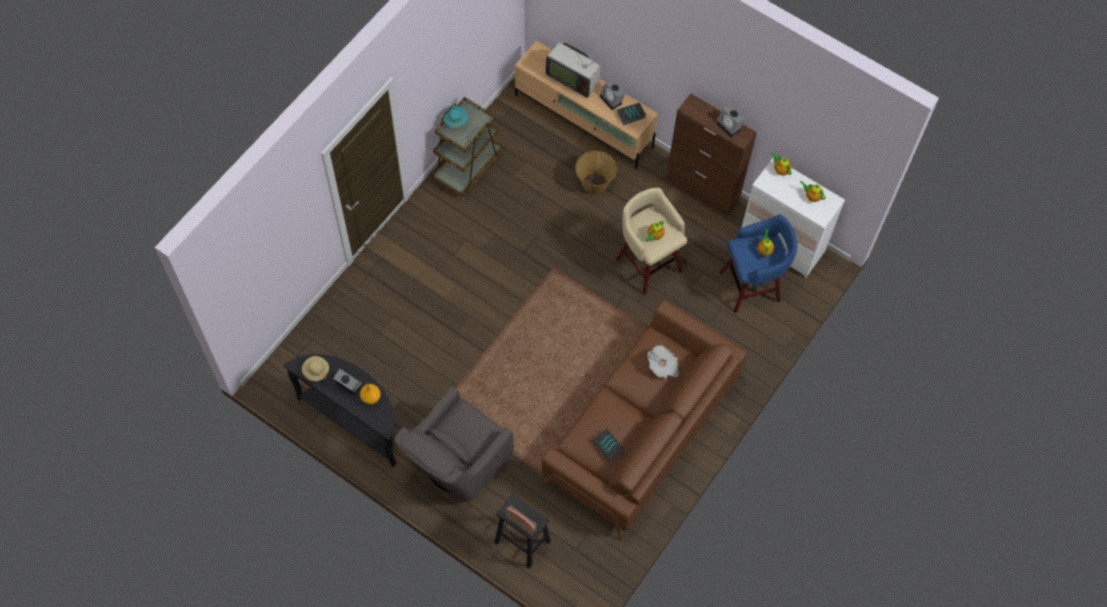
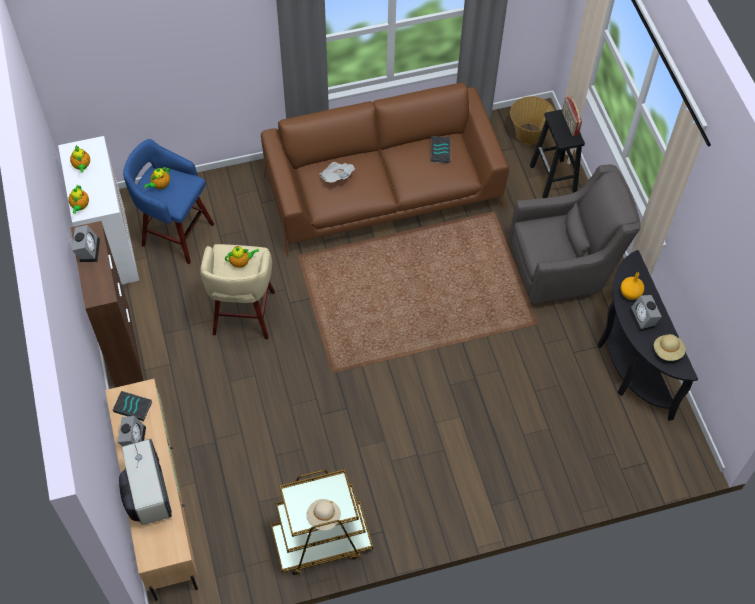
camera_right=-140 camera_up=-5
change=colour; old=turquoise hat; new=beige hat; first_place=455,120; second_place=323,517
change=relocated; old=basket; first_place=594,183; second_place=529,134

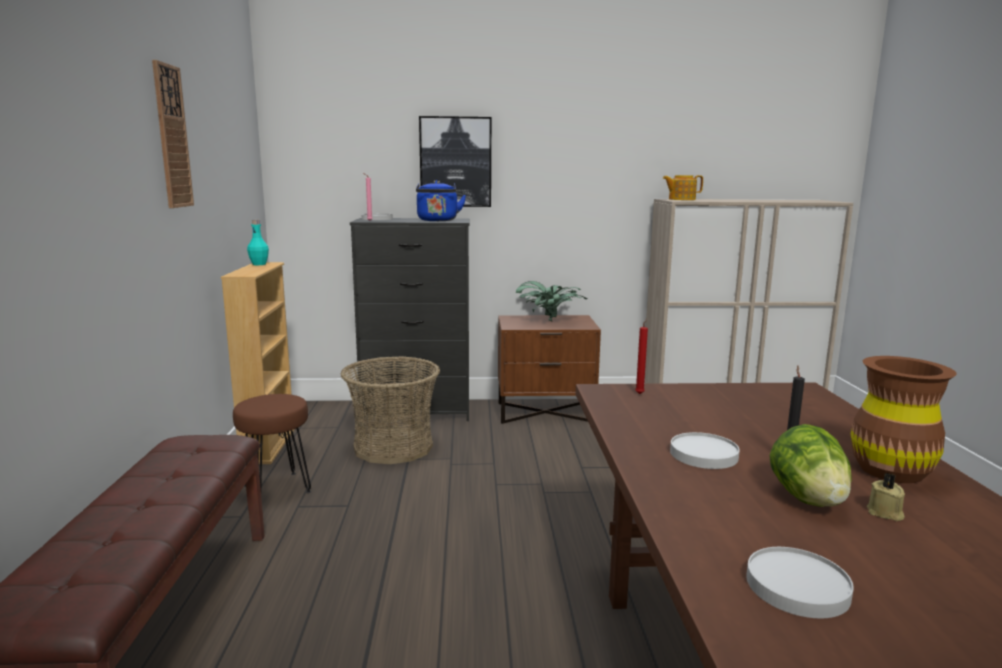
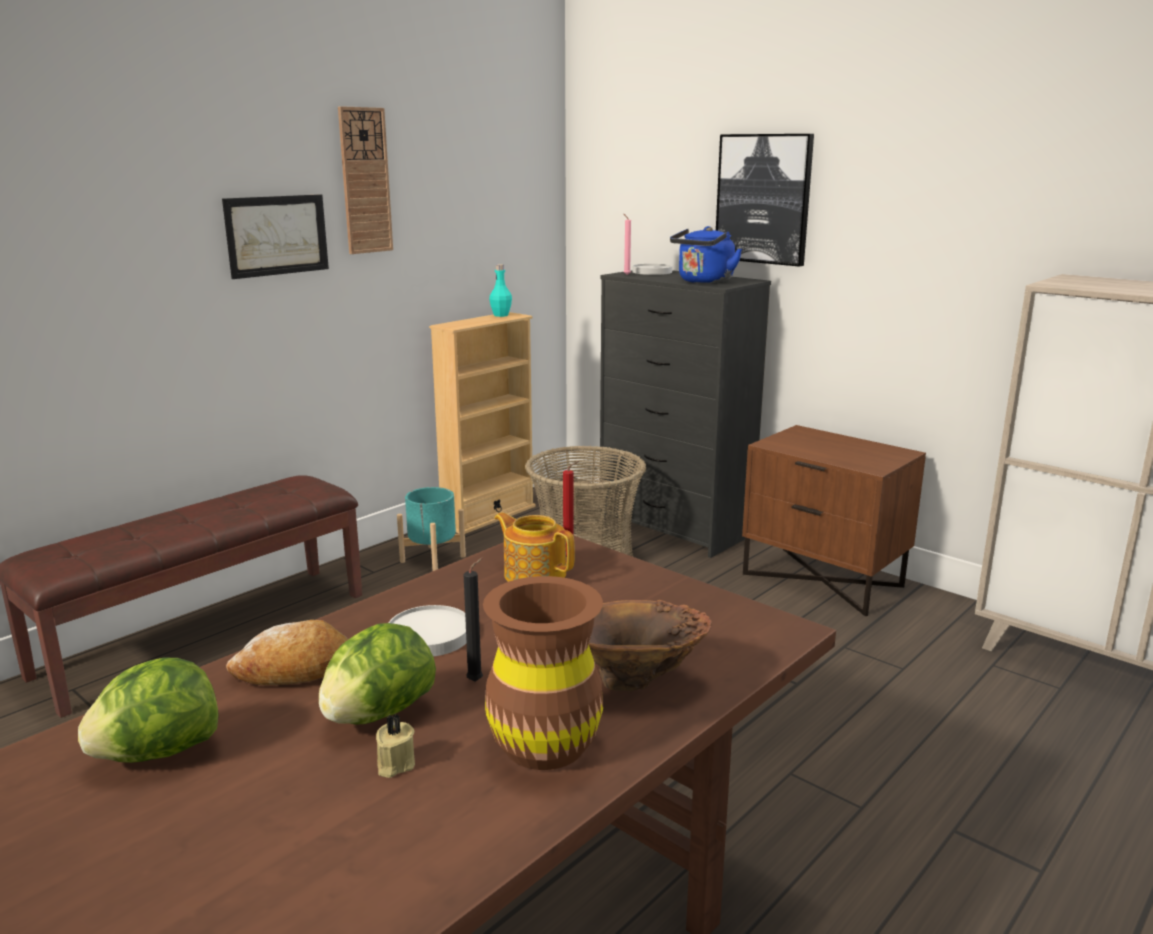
camera_right=45 camera_up=5
change=exchanged; old=white plate; new=lettuce; first_place=797,586; second_place=159,753
change=appeared; new=picture; second_place=277,235
change=appeared; new=bread; second_place=294,670
change=exchanged; old=brown stool; new=turquoise planter; first_place=277,488; second_place=432,559
change=relocated; old=teapot; first_place=681,199; second_place=534,574
change=appeared; new=brown vase; second_place=638,683
change=missing; old=potted plant; first_place=549,321

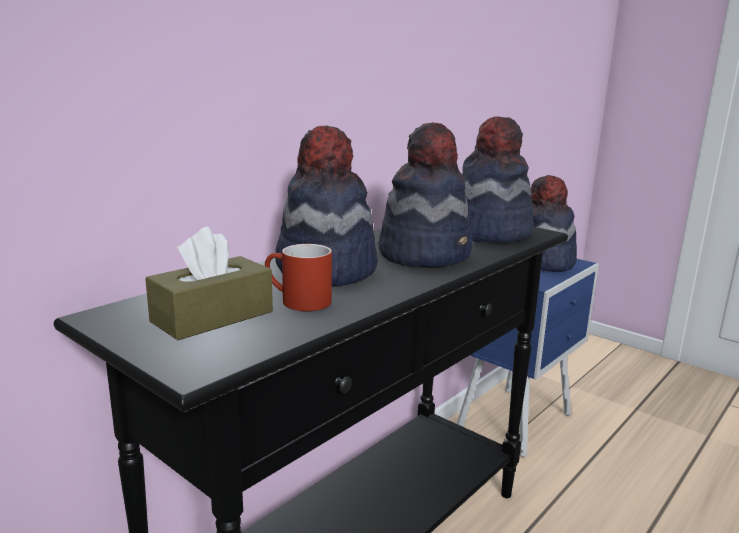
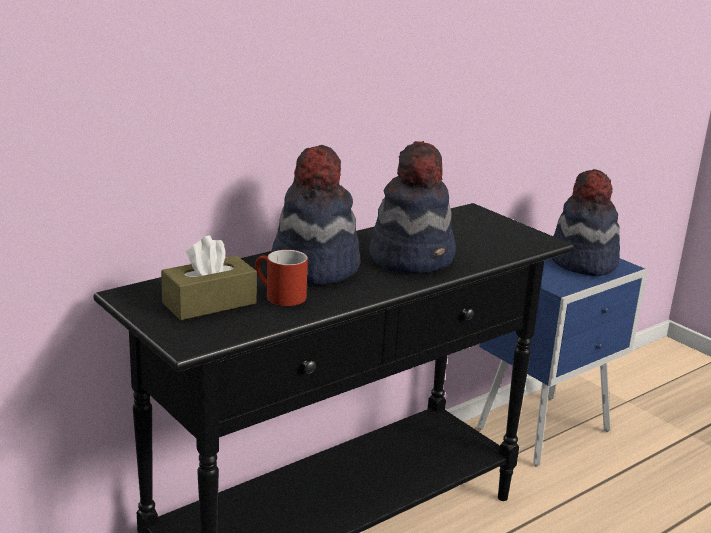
camera_right=10 camera_up=5
change=missing; old=hat; first_place=488,232

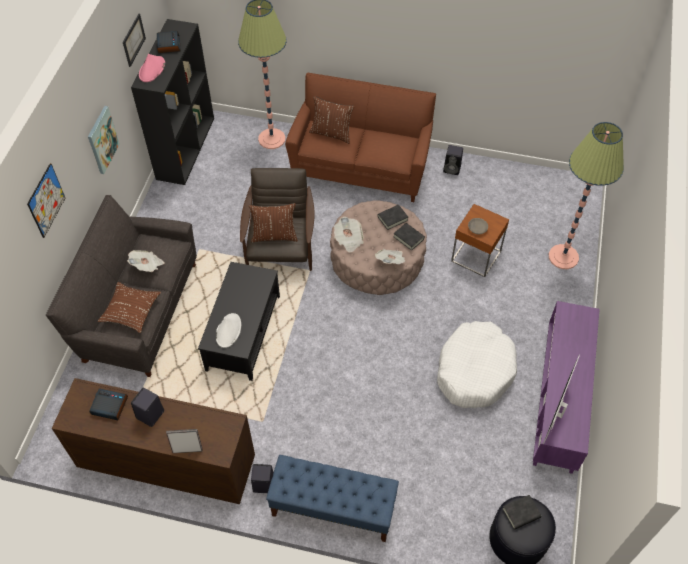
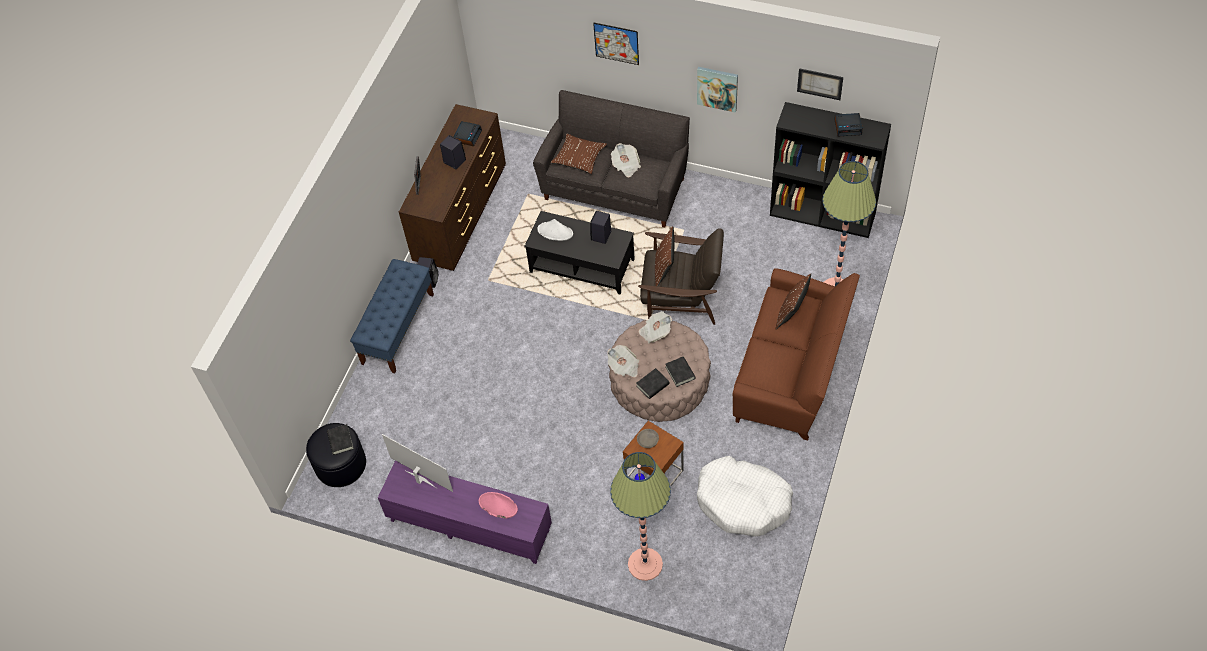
camera_right=100 camera_up=0
change=relocated; old=pink hat; first_place=152,70; second_place=497,505
change=relocated; old=black speaker; first_place=452,169; second_place=601,236
change=relocated; old=white dog bed; first_place=474,370; second_place=743,502

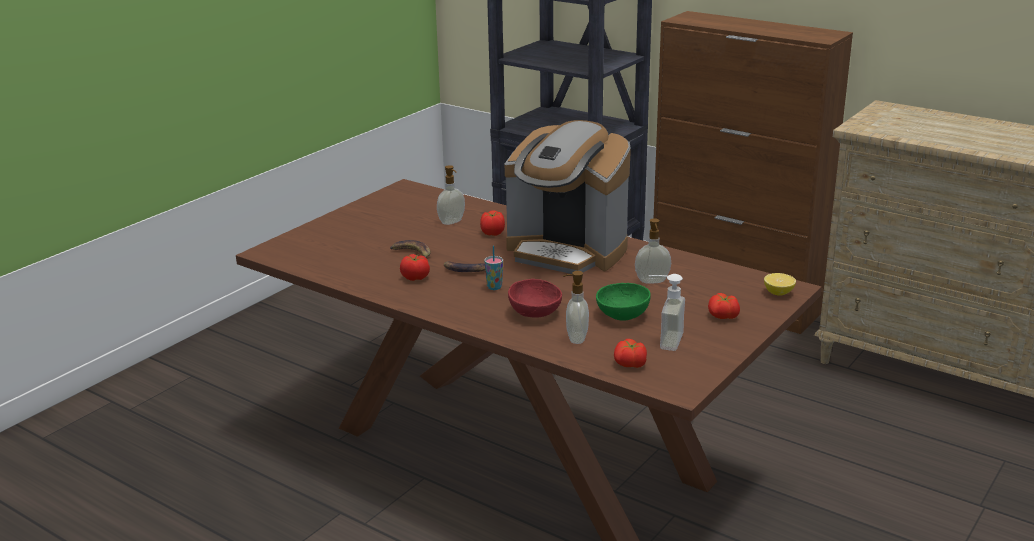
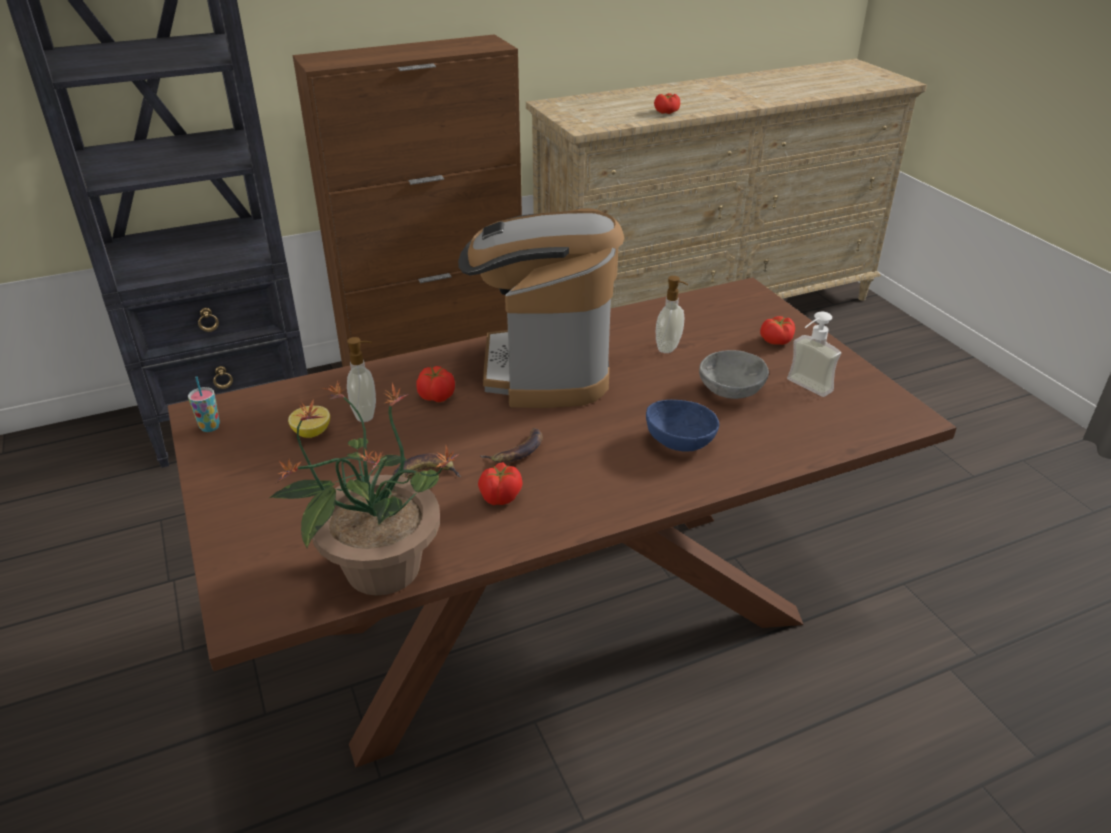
camera_right=-60 camera_up=10
change=relocated; old=cup; first_place=494,287; second_place=210,427
change=appeared; new=potted plant; second_place=380,568
change=relocated; old=lemon; first_place=778,293; second_place=312,432
change=spun; old=coffee machine; first_place=567,251; second_place=545,368; degrees=120
change=colour; old=red bowl; new=blue bowl; first_place=536,312; second_place=680,441
change=relocated; old=tomato; first_place=630,364; second_place=667,112
change=colour; old=green bowl; new=grey bowl; first_place=621,315; second_place=731,391
change=missing; old=soap dispenser; first_place=575,338

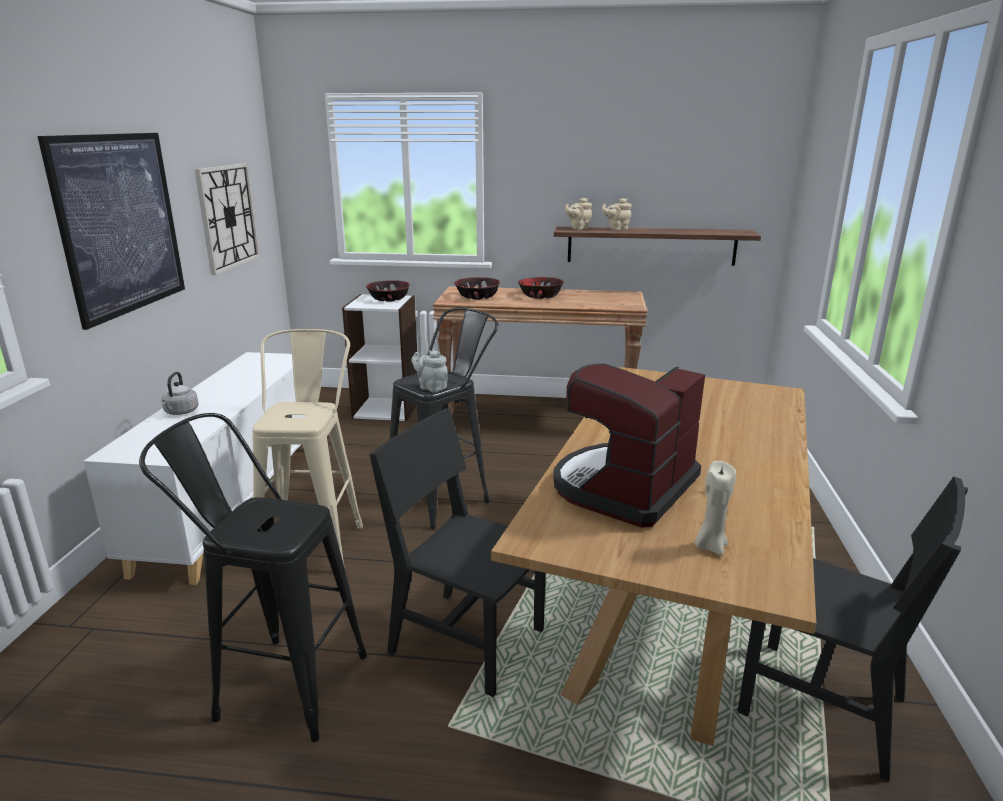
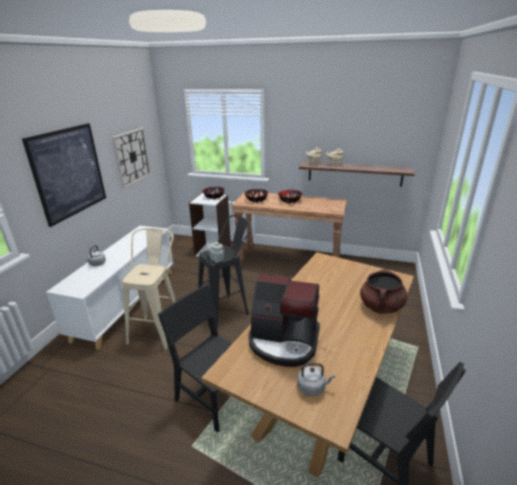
camera_right=10 camera_up=5
change=spun; old=coffee machine; first_place=624,488; second_place=284,341; degrees=-120
change=exchanged; old=beige candle; new=grey kettle; first_place=710,546; second_place=312,388
change=appeared; new=brown cooking pot; second_place=381,307
change=missing; old=black stool; first_place=278,683

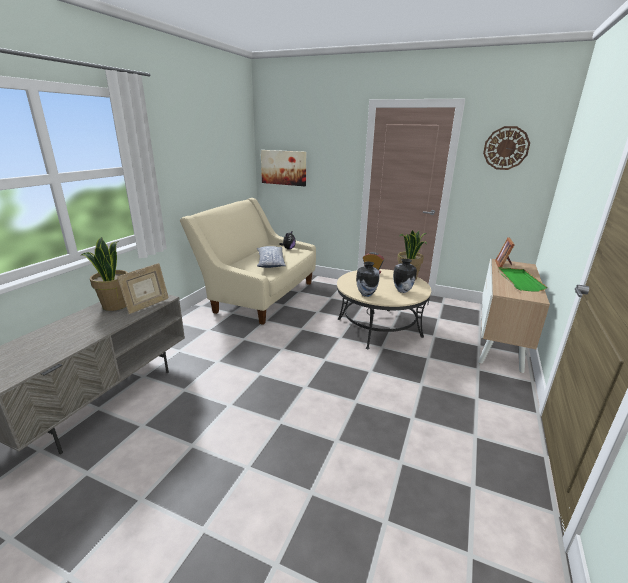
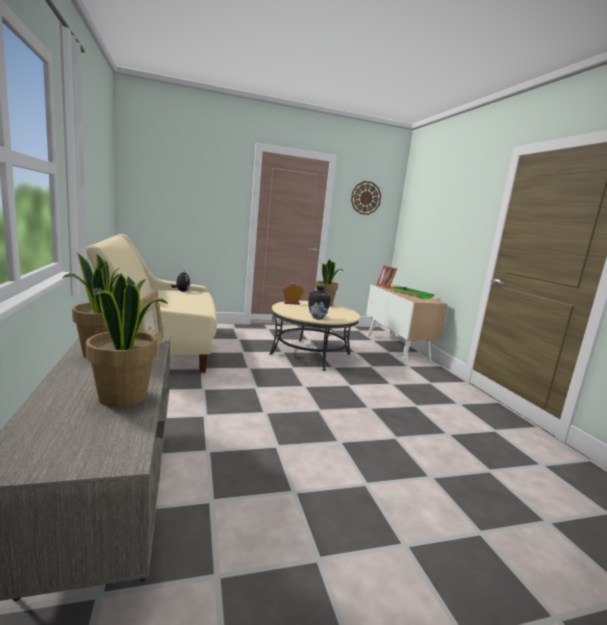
camera_right=-40 camera_up=-10
change=appeared; new=potted plant; second_place=124,397
change=missing; old=pillow; first_place=270,262
change=missing; old=picture; first_place=284,167
change=missing; old=vase; first_place=402,291

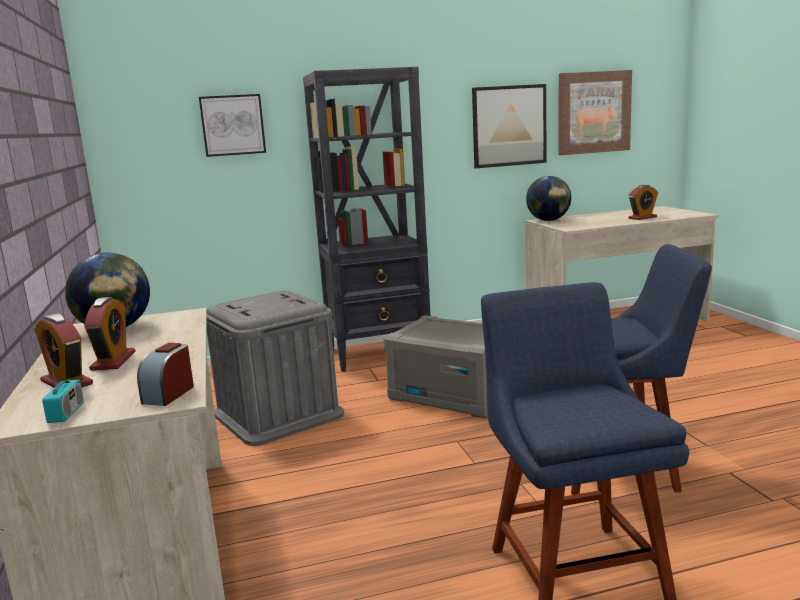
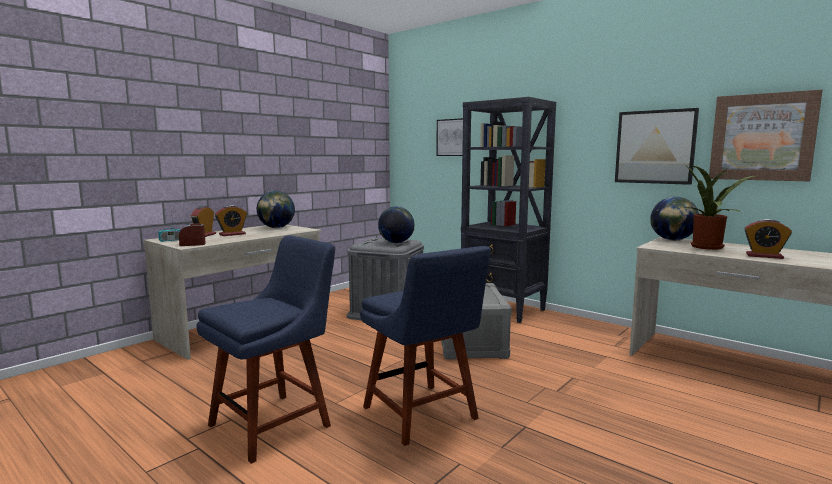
camera_right=55 camera_up=-5
change=appeared; new=globe; second_place=396,242
change=appeared; new=potted plant; second_place=708,248

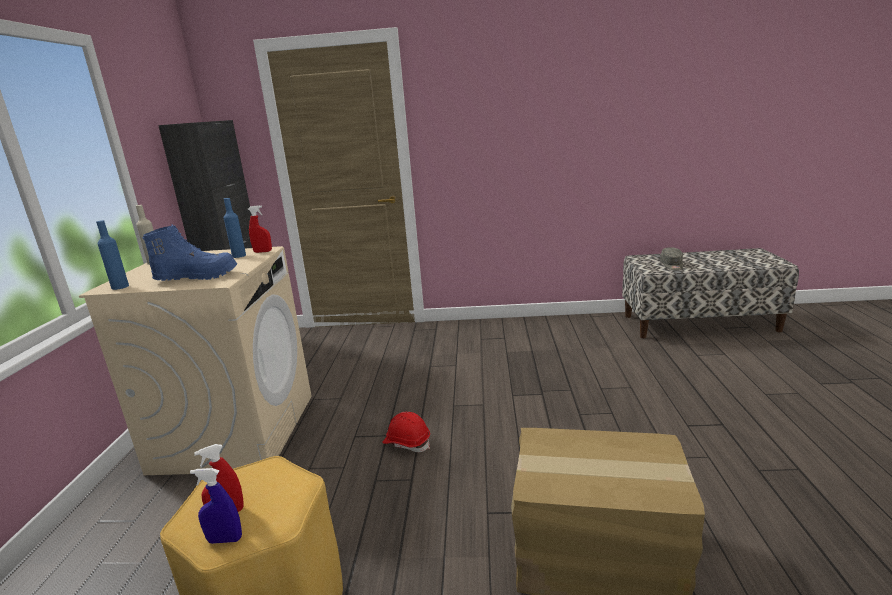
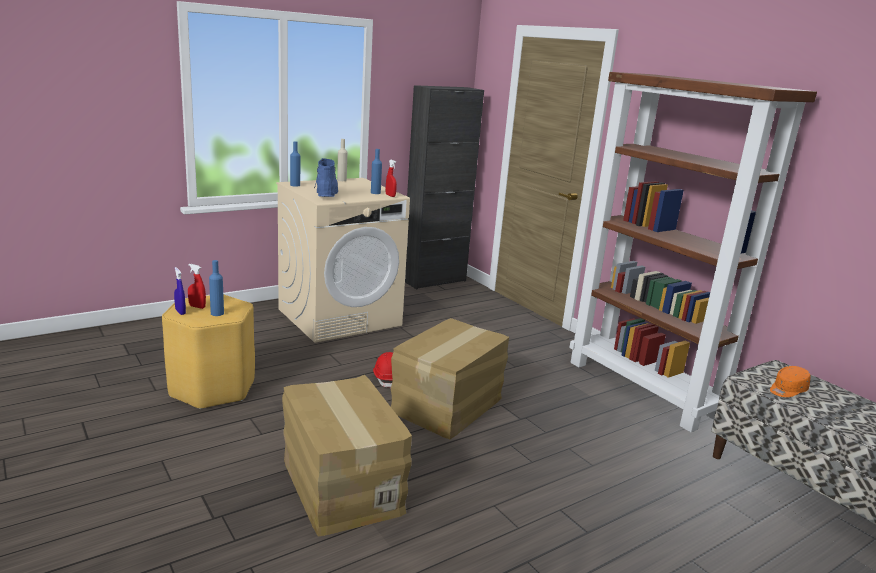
camera_right=50 camera_up=0
change=appeared; new=blue bottle; second_place=217,313
change=spun; old=blue boot; first_place=197,277; second_place=326,194; degrees=-135
change=appeared; new=cardboard box; second_place=448,406
change=appeared; new=brown bookcase; second_place=644,389
change=colour; old=grey cap; new=orange cap; first_place=672,265; second_place=787,390

